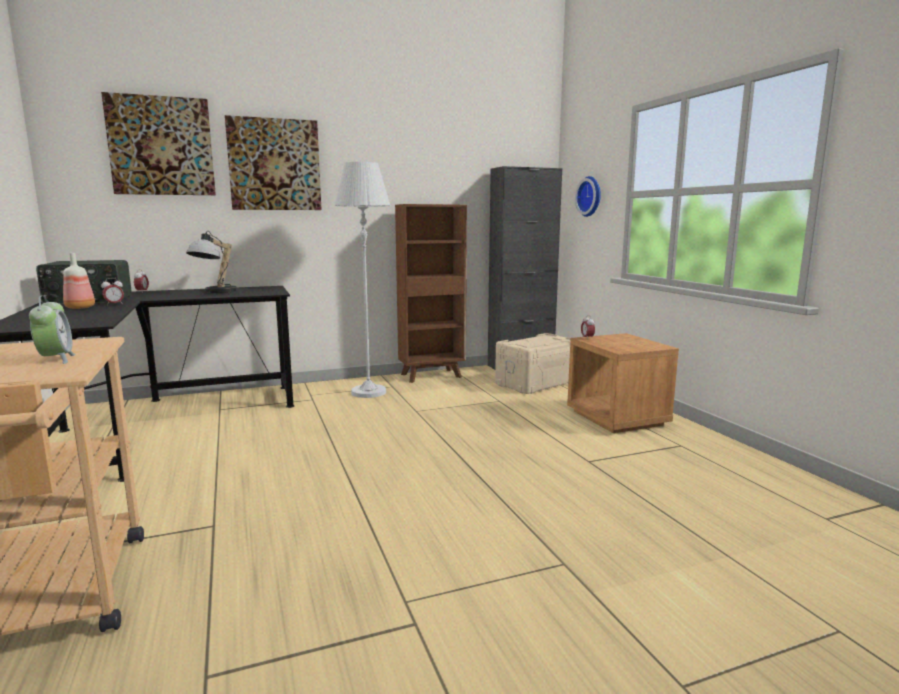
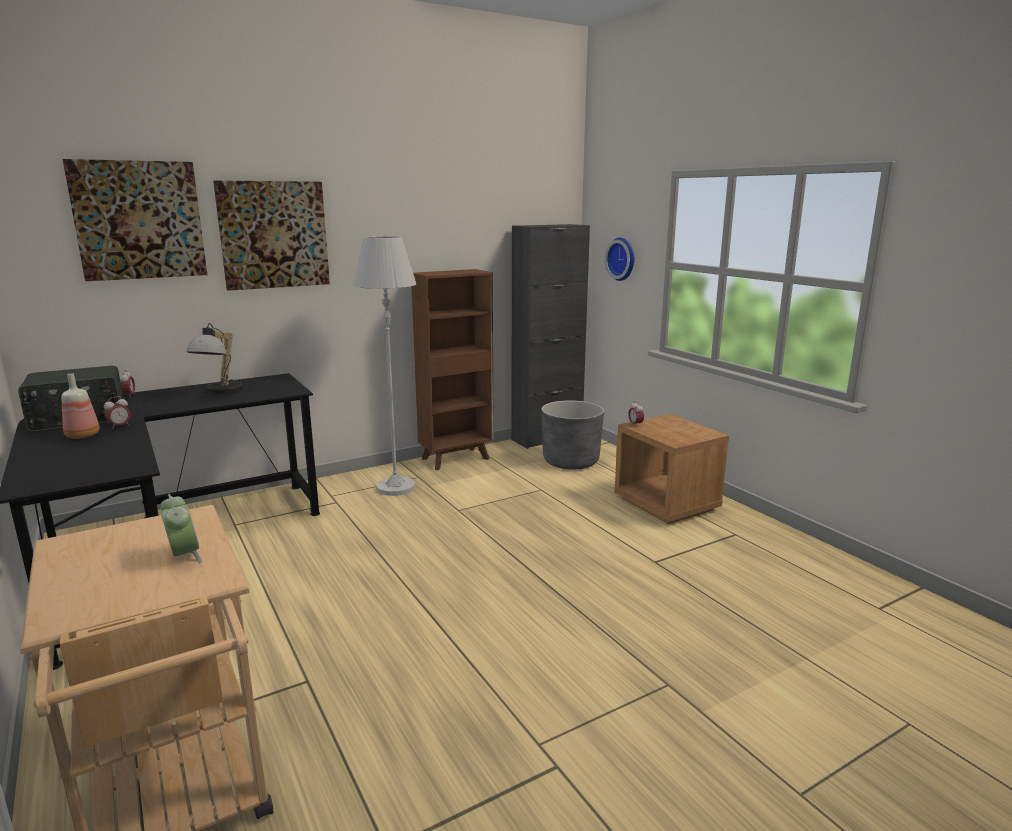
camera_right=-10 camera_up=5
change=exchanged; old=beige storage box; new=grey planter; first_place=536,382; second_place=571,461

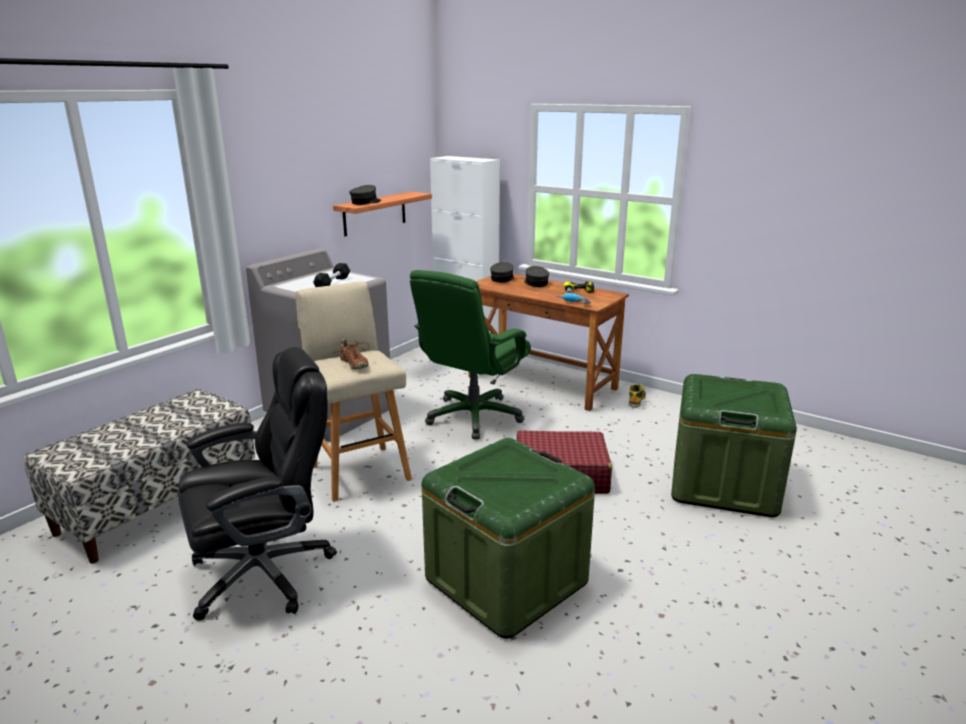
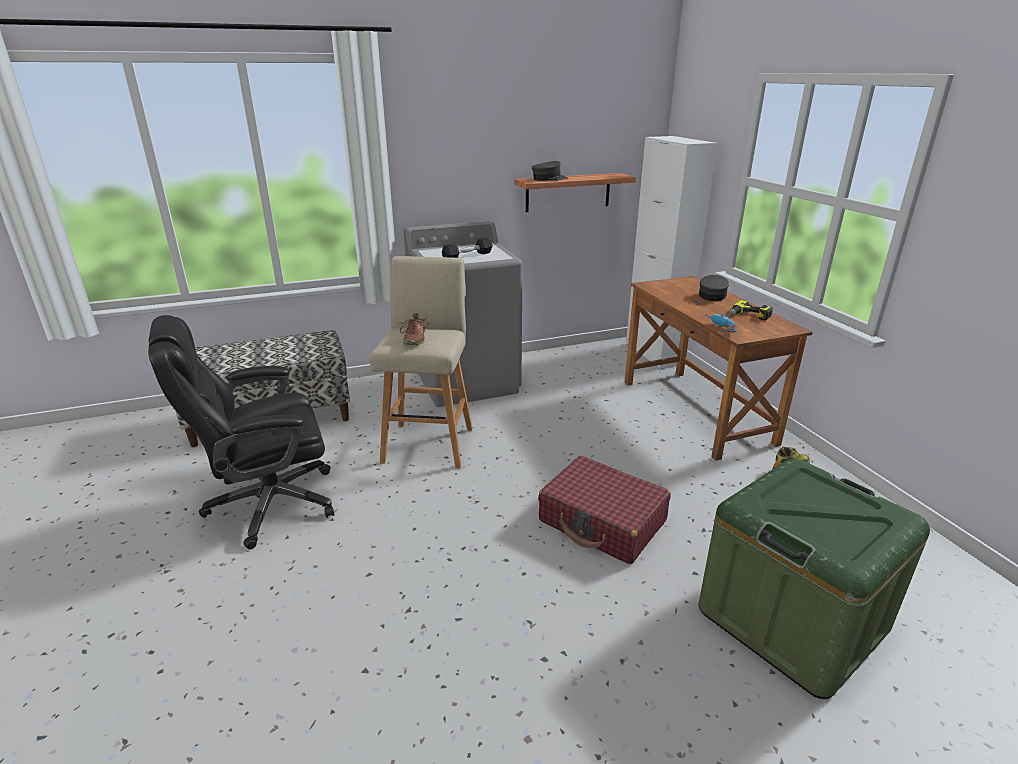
camera_right=35 camera_up=5
change=spun; old=black office chair; first_place=265,572; second_place=270,504; degrees=150
change=missing; old=green office chair; first_place=473,417
change=missing; old=green storage box; first_place=506,580
change=missing; old=grey cap; first_place=502,278

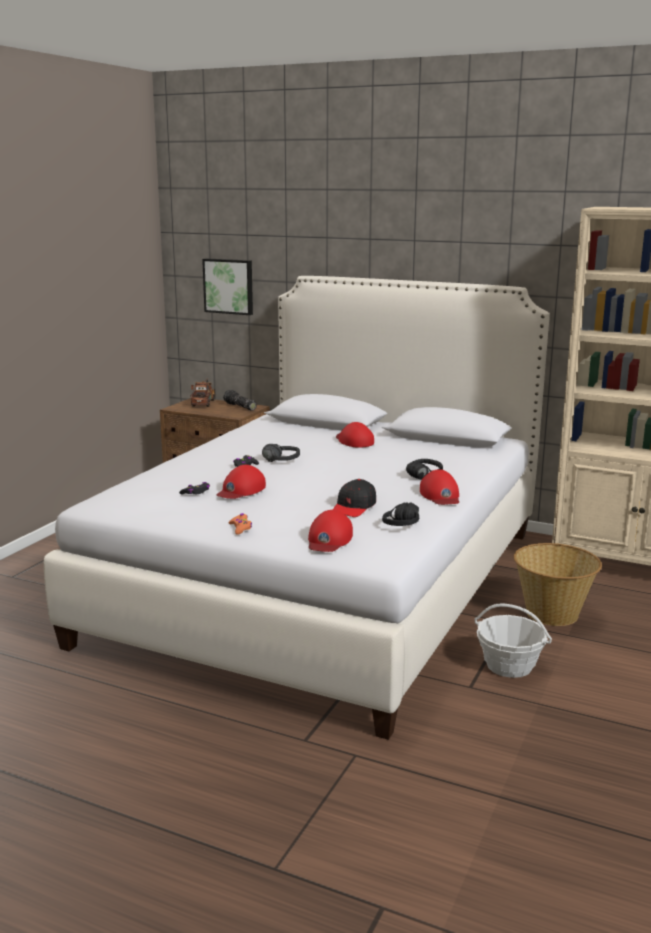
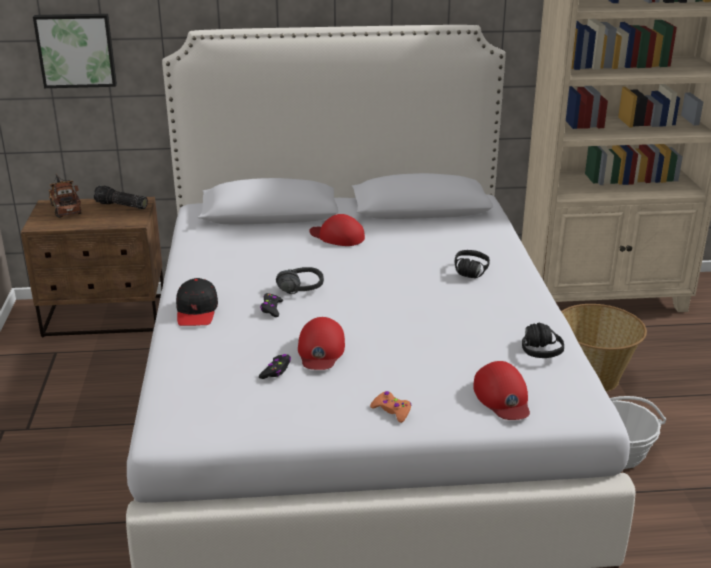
camera_right=-30 camera_up=10
change=relocated; old=black cap; first_place=354,507; second_place=197,311
change=missing; old=red cap; first_place=440,495

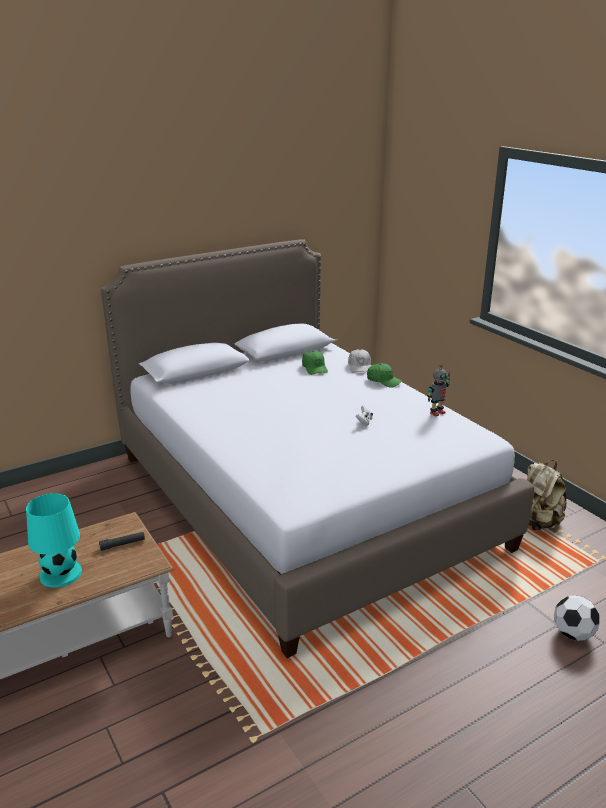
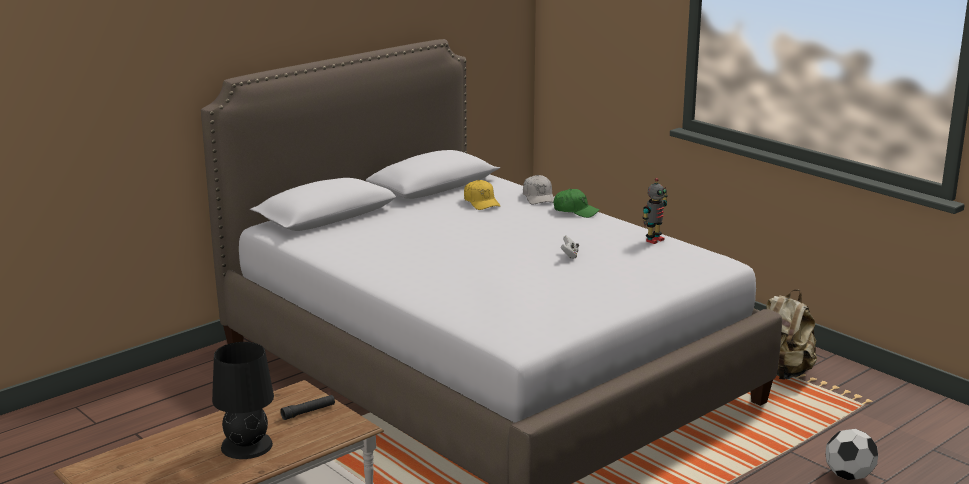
camera_right=-10 camera_up=-5
change=colour; old=turquoise table lamp; new=black table lamp; first_place=61,574; second_place=247,446
change=colour; old=green cap; new=yellow cap; first_place=314,368; second_place=481,202

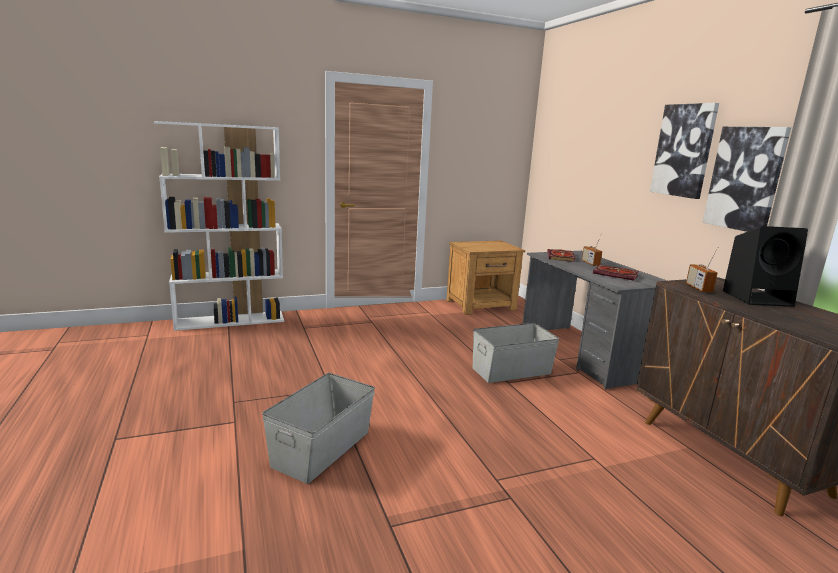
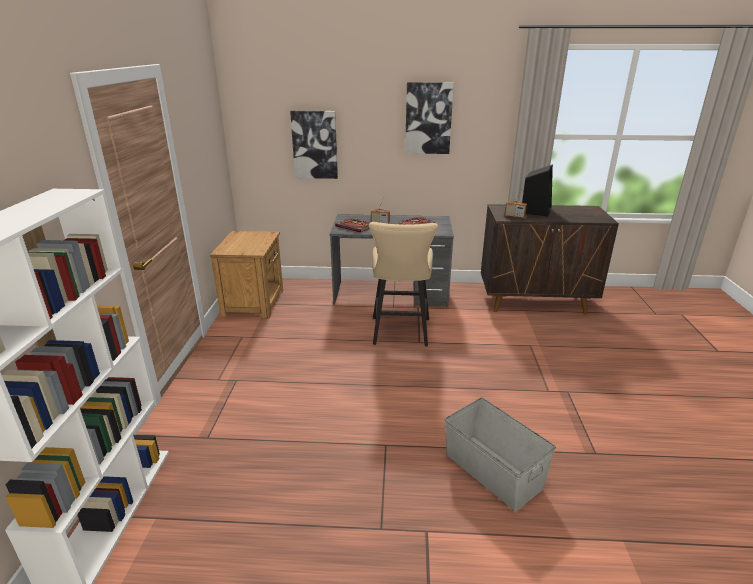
camera_right=-65 camera_up=10
change=relocated; old=picture; first_place=745,179; second_place=315,145
change=exchanged; old=grey storage box; new=beige stool; first_place=511,370; second_place=400,334

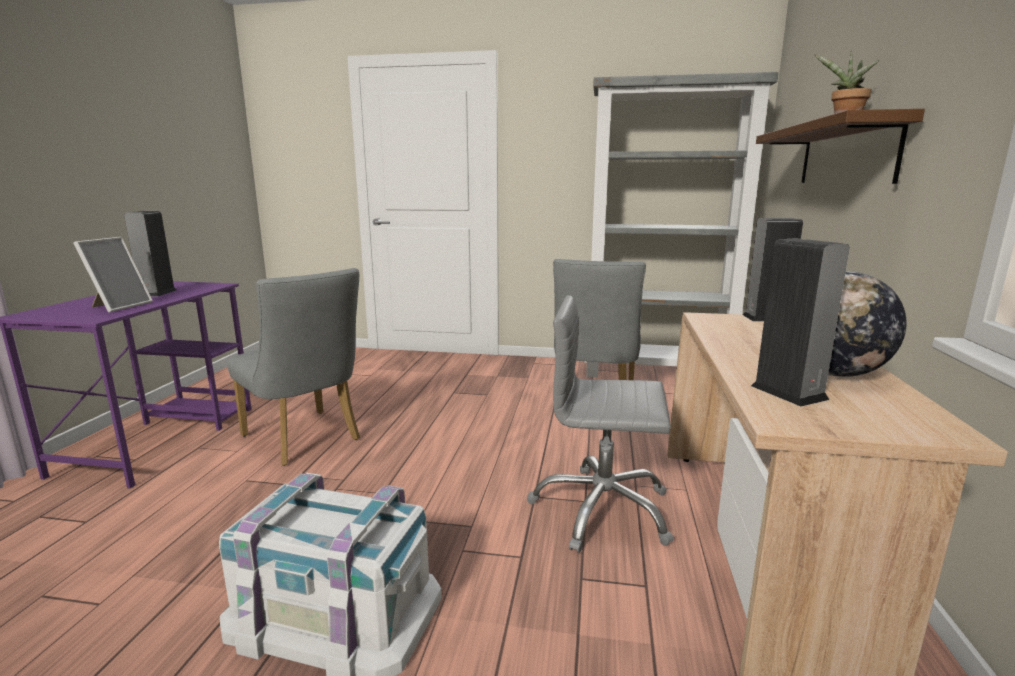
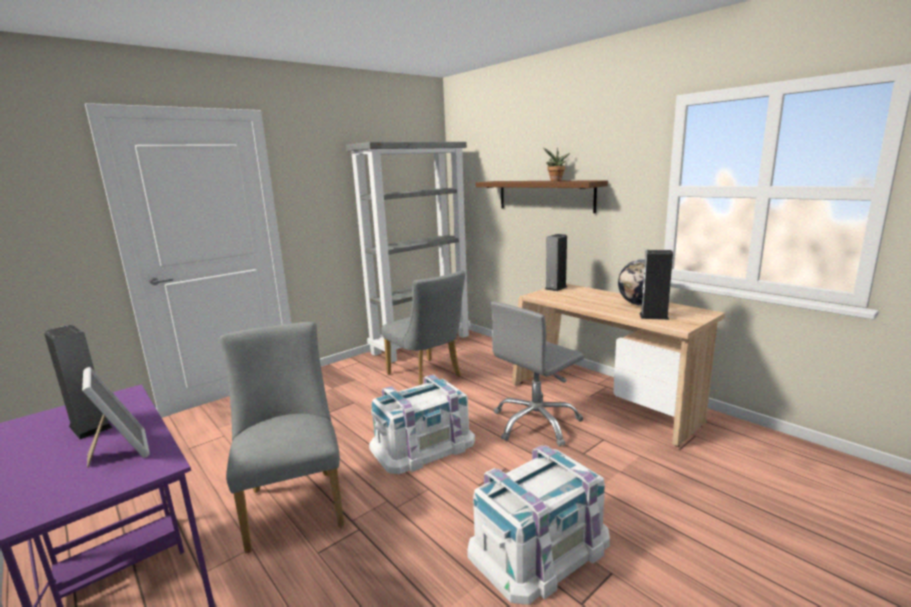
camera_right=-50 camera_up=0
change=spun; old=grey chair; first_place=306,440; second_place=294,502; degrees=-105
change=appeared; new=white storage box; second_place=422,444

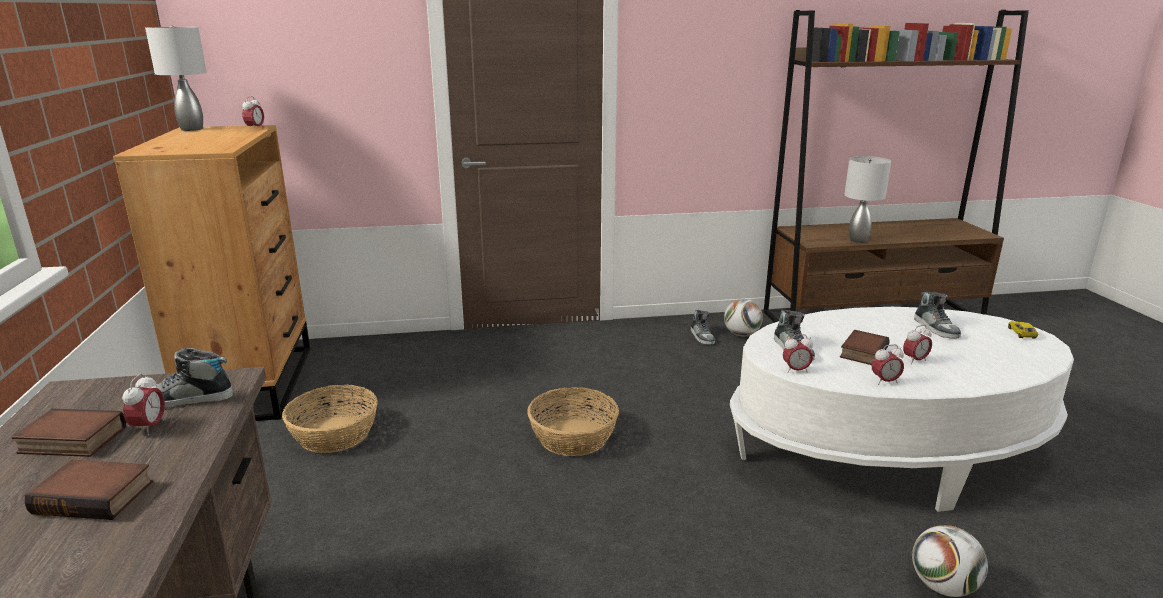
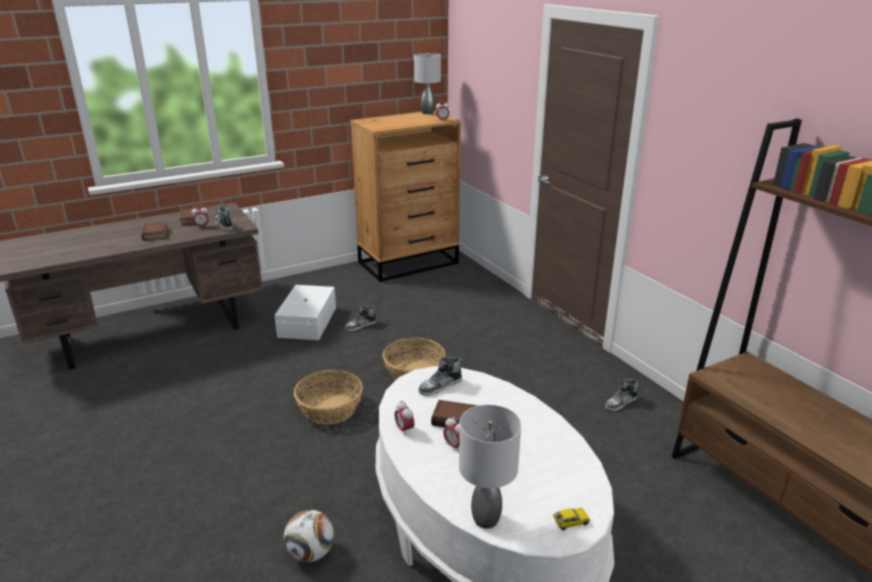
camera_right=70 camera_up=5
change=appeared; new=white storage box; second_place=309,322
change=relocated; old=basket; first_place=334,434; second_place=330,408
change=relocated; old=shoe; first_place=936,328; second_place=361,326
change=relocated; old=grey table lamp; first_place=857,240; second_place=485,519
change=missing; old=football; first_place=741,334
change=missing; old=alarm clock; first_place=795,370

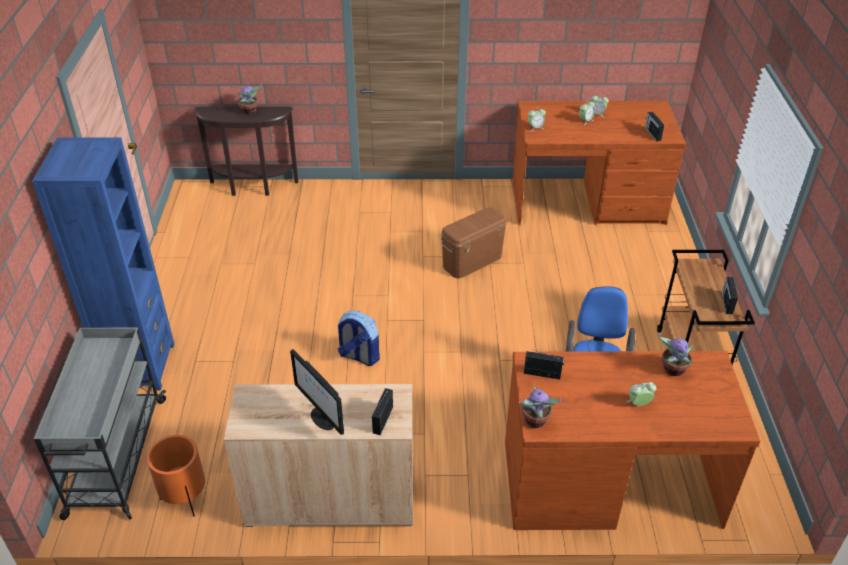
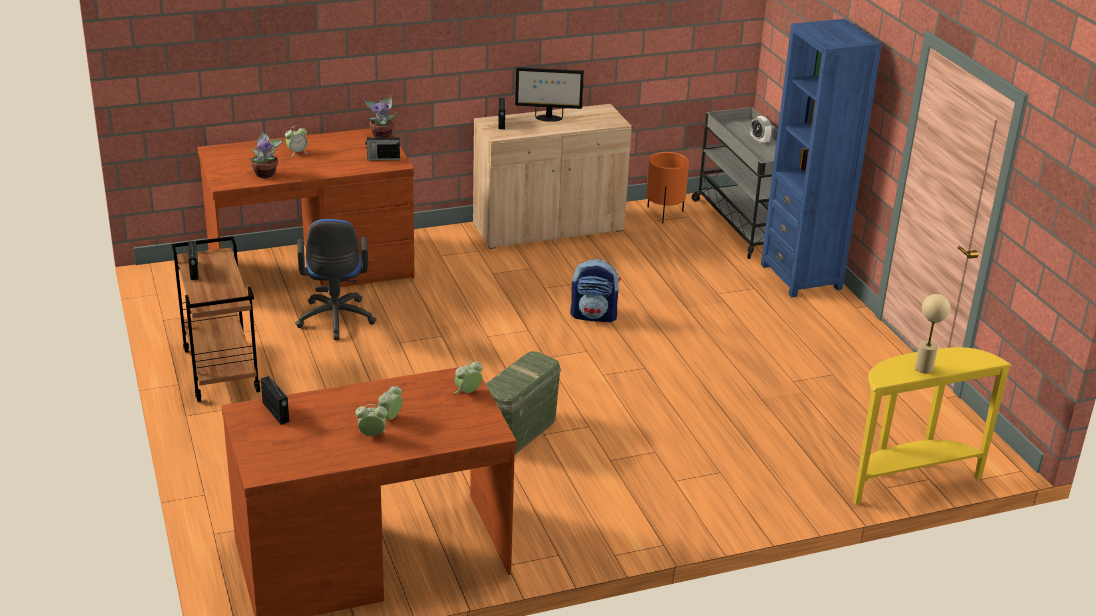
camera_right=160 camera_up=-10
change=colour; old=brown storage box; new=green storage box; first_place=472,261; second_place=518,431
change=spun; old=monitor; first_place=322,418; second_place=548,118; degrees=150
change=appeared; new=alarm clock; second_place=759,141
change=colour; old=brown console table; new=yellow console table; first_place=253,188; second_place=909,480
change=exchanged; old=potted plant; new=beige table lamp; first_place=250,111; second_place=923,368

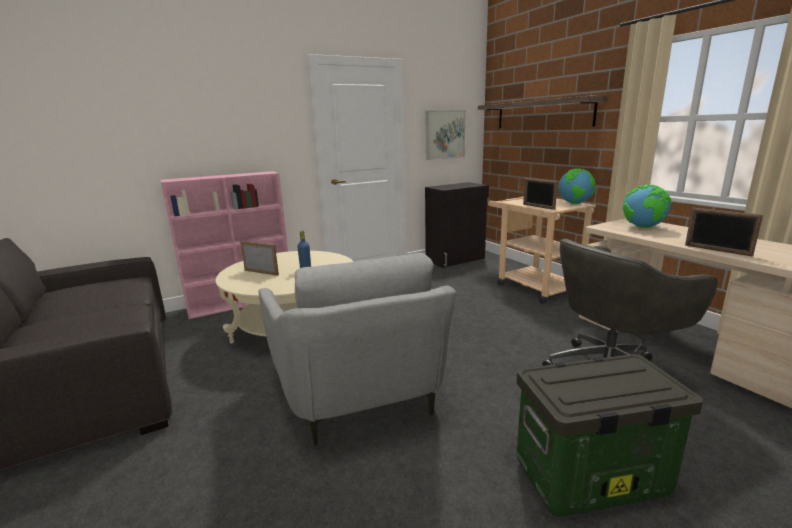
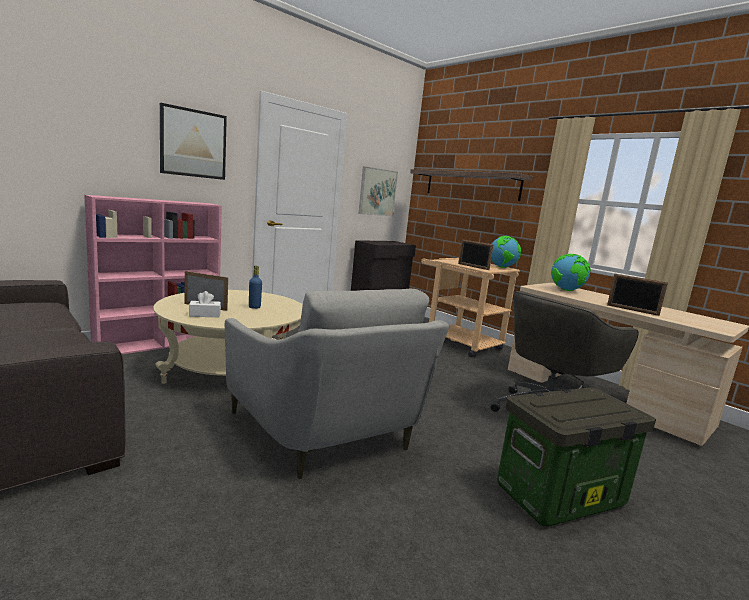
camera_right=-15 camera_up=-5
change=appeared; new=picture; second_place=193,143
change=appeared; new=white tissue box; second_place=205,315

